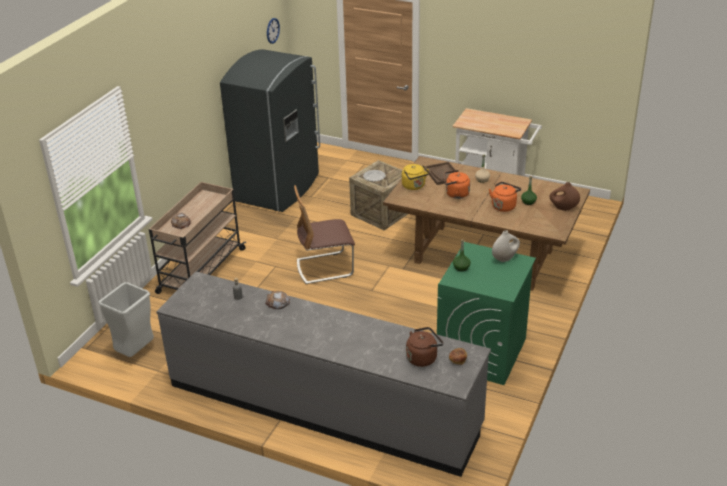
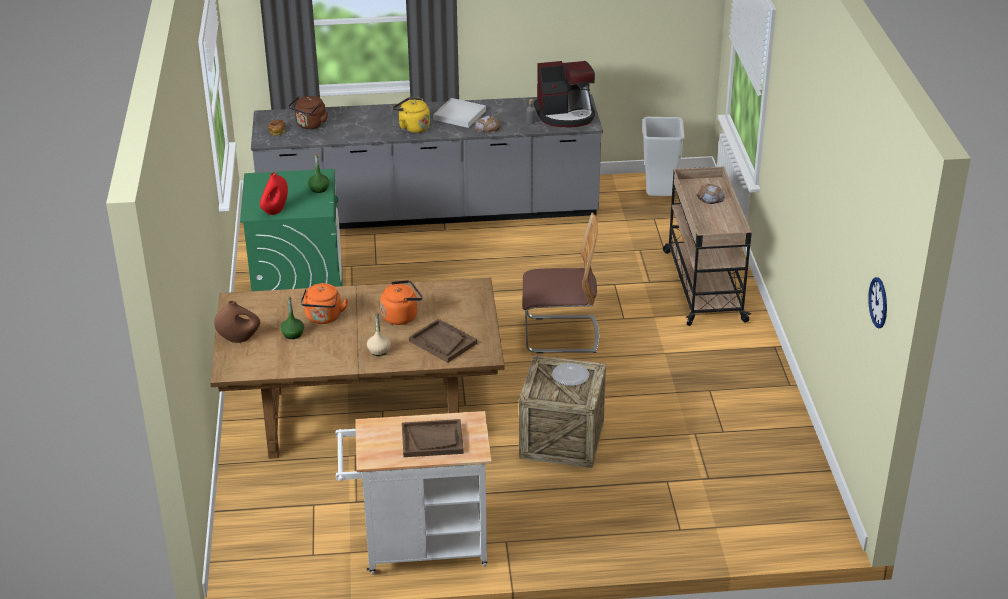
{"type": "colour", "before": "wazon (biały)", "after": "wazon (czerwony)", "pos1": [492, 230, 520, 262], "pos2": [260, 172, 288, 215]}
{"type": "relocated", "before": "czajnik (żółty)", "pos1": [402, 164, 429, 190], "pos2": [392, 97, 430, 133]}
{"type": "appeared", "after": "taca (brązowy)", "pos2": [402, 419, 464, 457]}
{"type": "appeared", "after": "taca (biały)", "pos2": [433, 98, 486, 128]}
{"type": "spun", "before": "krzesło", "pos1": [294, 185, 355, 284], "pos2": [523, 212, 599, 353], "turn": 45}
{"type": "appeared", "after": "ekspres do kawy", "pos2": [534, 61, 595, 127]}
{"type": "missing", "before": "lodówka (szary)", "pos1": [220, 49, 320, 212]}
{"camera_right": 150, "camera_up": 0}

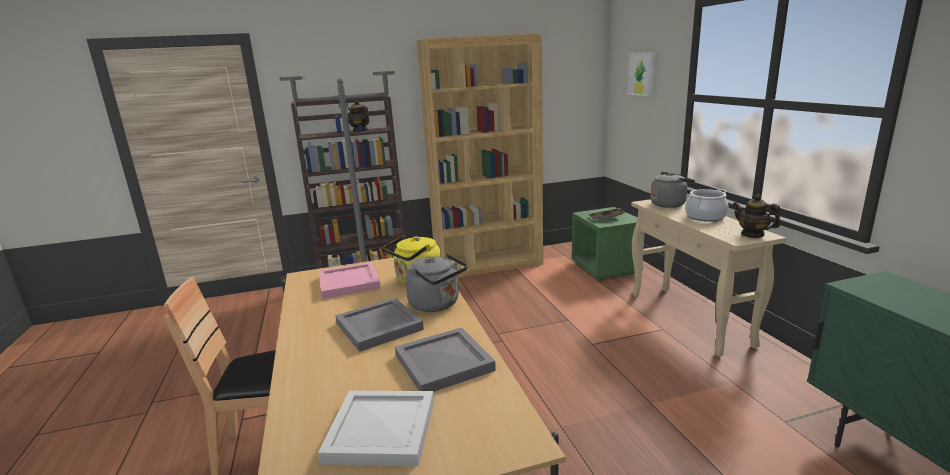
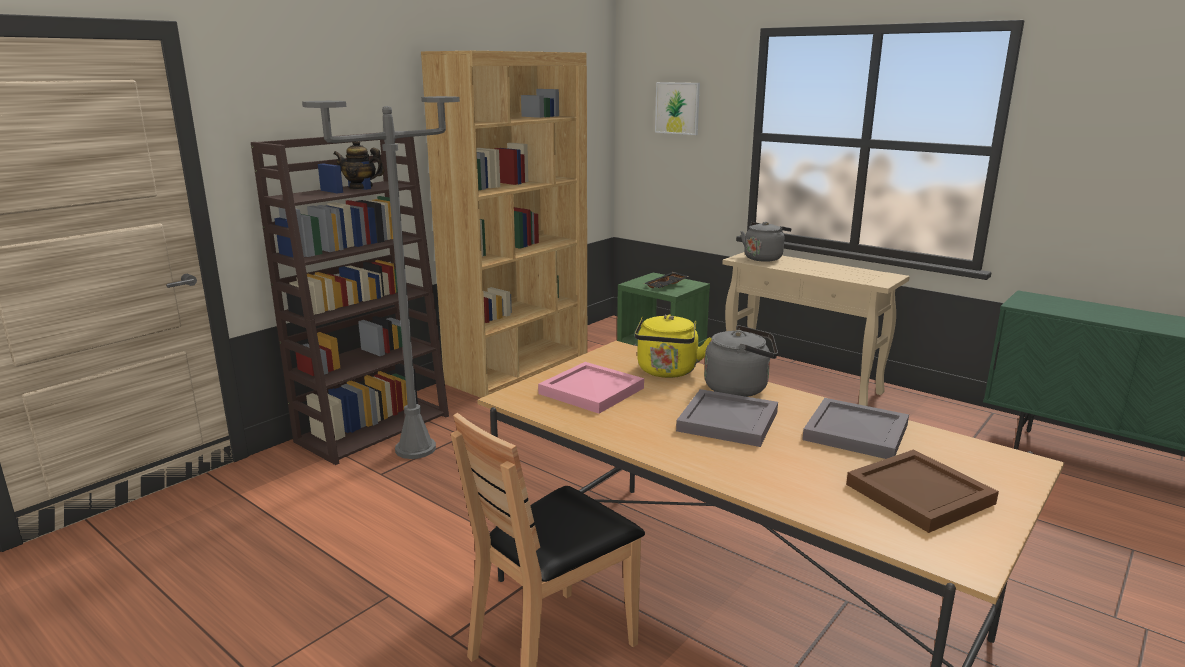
{"type": "colour", "before": "taca (biały)", "after": "taca (brązowy)", "pos1": [318, 391, 434, 466], "pos2": [846, 449, 999, 533]}
{"type": "missing", "before": "garnek", "pos1": [685, 189, 729, 222]}
{"type": "missing", "before": "imbryk", "pos1": [733, 194, 781, 238]}
{"camera_right": -35, "camera_up": 0}

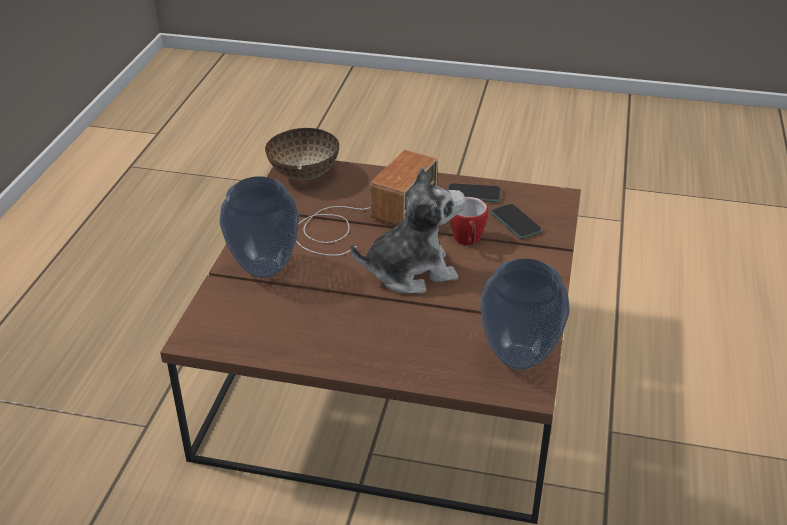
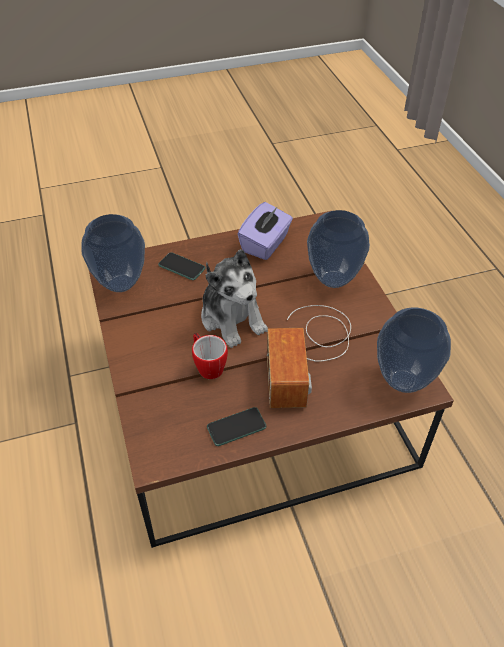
{"type": "relocated", "before": "telefon", "pos1": [491, 204, 542, 239], "pos2": [158, 252, 205, 280]}
{"type": "spun", "before": "pluszak", "pos1": [351, 166, 466, 294], "pos2": [201, 249, 268, 348], "turn": -75}
{"type": "appeared", "after": "pudełko chusteczek (fioletowy)", "pos2": [238, 202, 293, 260]}
{"type": "exchanged", "before": "miska", "after": "wazon", "pos1": [265, 128, 339, 181], "pos2": [377, 308, 451, 393]}
{"camera_right": 150, "camera_up": 10}

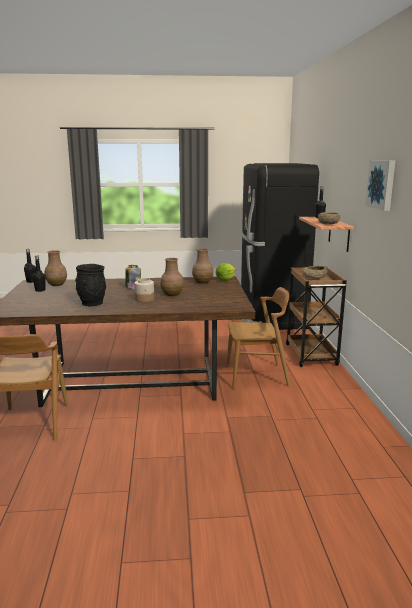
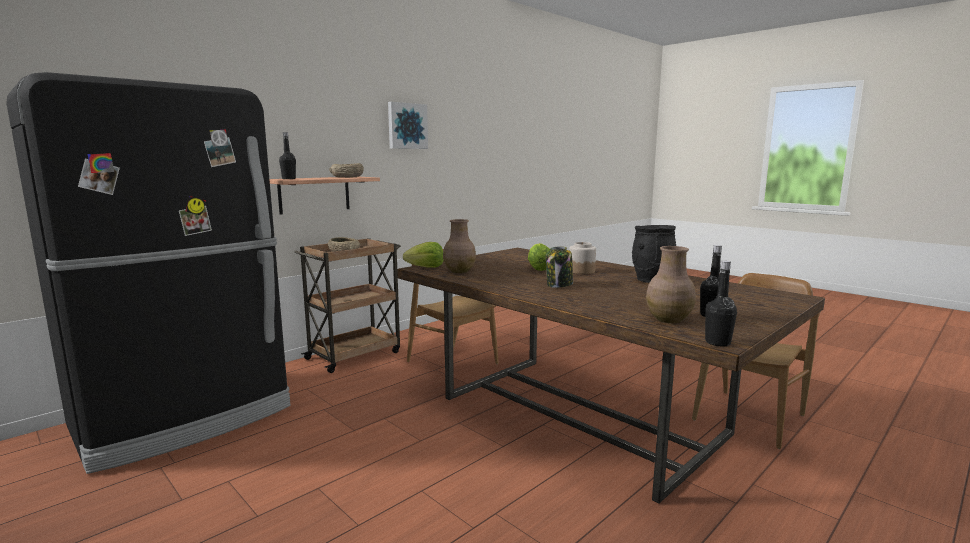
{"type": "exchanged", "before": "wazon (brązowy)", "after": "sałata", "pos1": [160, 258, 184, 296], "pos2": [528, 243, 550, 271]}
{"camera_right": -130, "camera_up": -5}

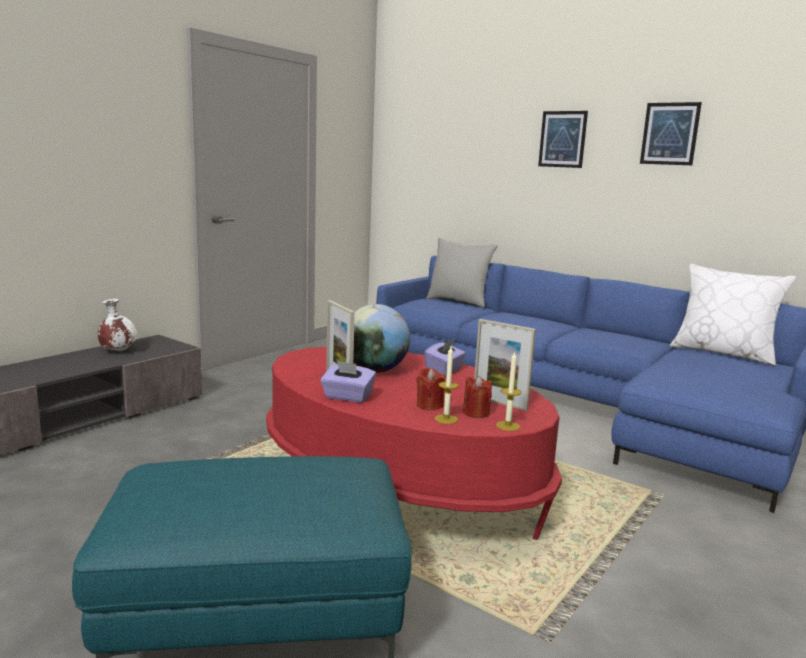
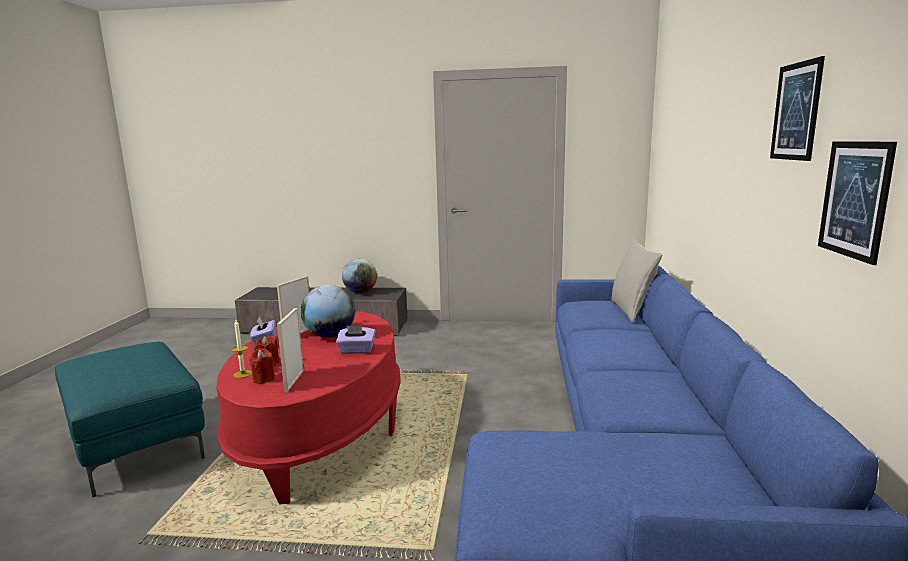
{"type": "exchanged", "before": "wazon (biały)", "after": "globus", "pos1": [98, 299, 137, 351], "pos2": [342, 259, 377, 293]}
{"type": "relocated", "before": "obraz", "pos1": [538, 111, 588, 168], "pos2": [818, 141, 897, 265]}
{"type": "missing", "before": "świeca", "pos1": [496, 351, 522, 431]}
{"type": "missing", "before": "poduszka (biały)", "pos1": [670, 264, 797, 366]}
{"camera_right": 60, "camera_up": 0}

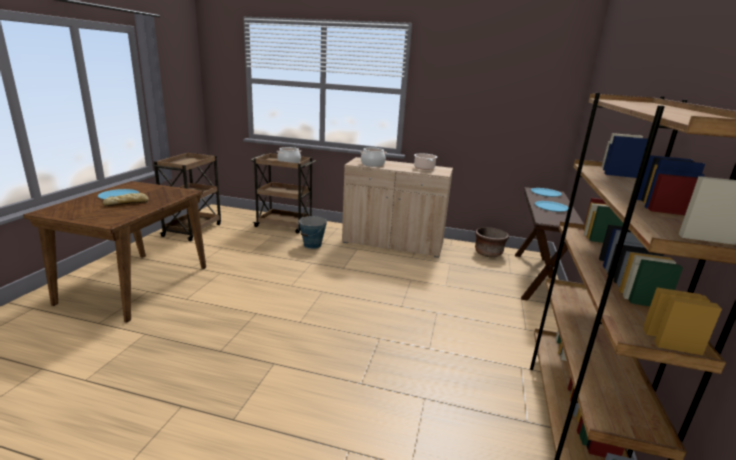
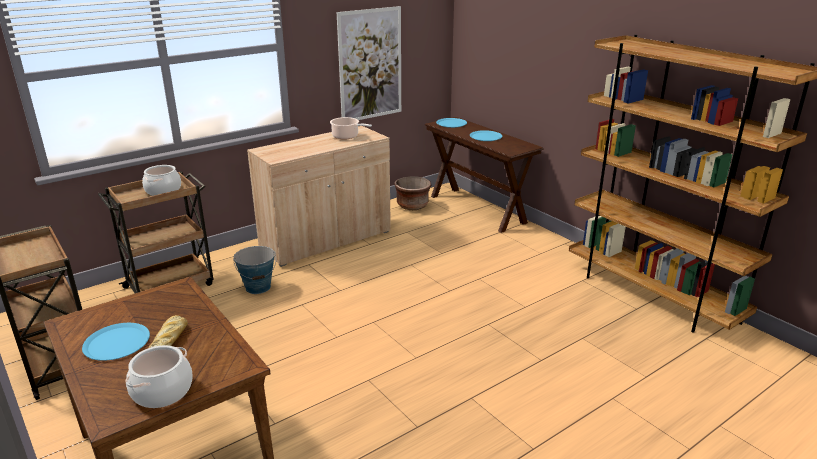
{"type": "relocated", "before": "garnek", "pos1": [360, 148, 387, 167], "pos2": [125, 345, 193, 408]}
{"type": "appeared", "after": "obraz", "pos2": [337, 6, 401, 120]}
{"camera_right": -50, "camera_up": 5}

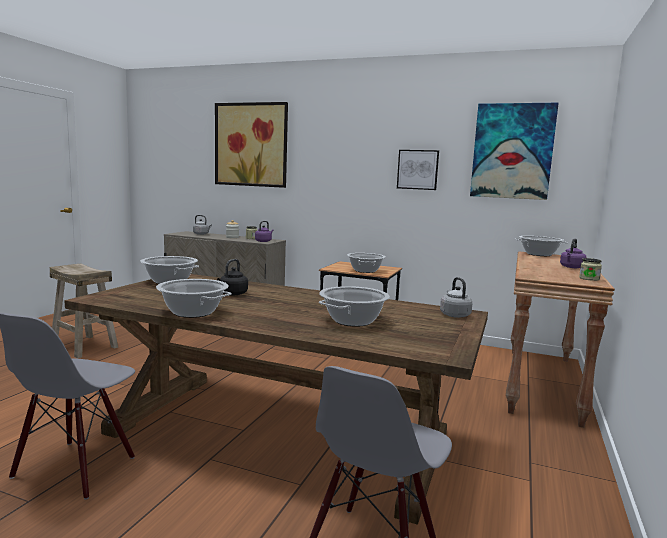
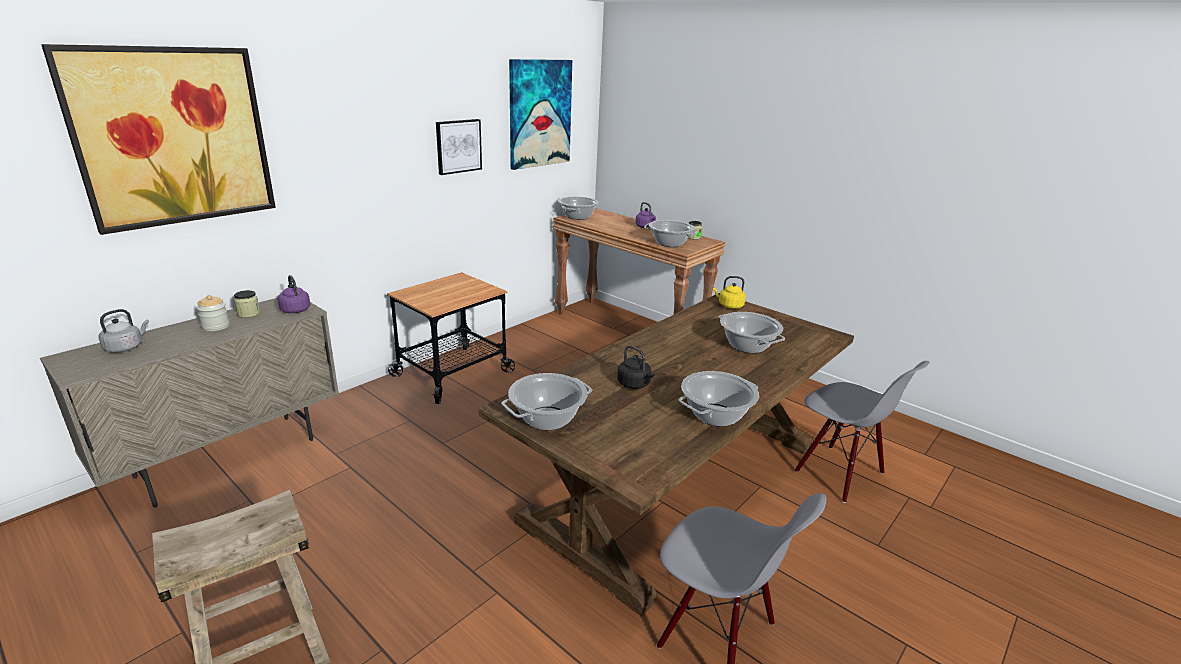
{"type": "relocated", "before": "garnek", "pos1": [347, 253, 386, 273], "pos2": [644, 220, 699, 247]}
{"type": "colour", "before": "czajnik (szary)", "after": "czajnik (żółty)", "pos1": [440, 277, 473, 318], "pos2": [713, 276, 746, 309]}
{"camera_right": -70, "camera_up": 15}

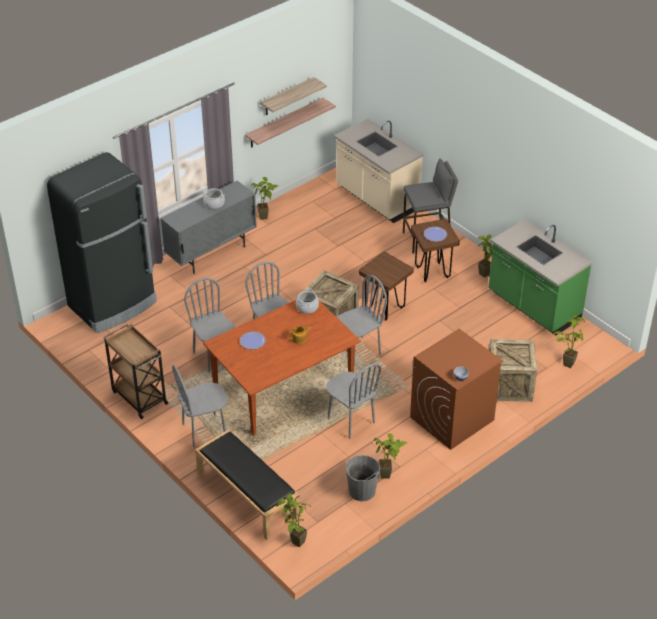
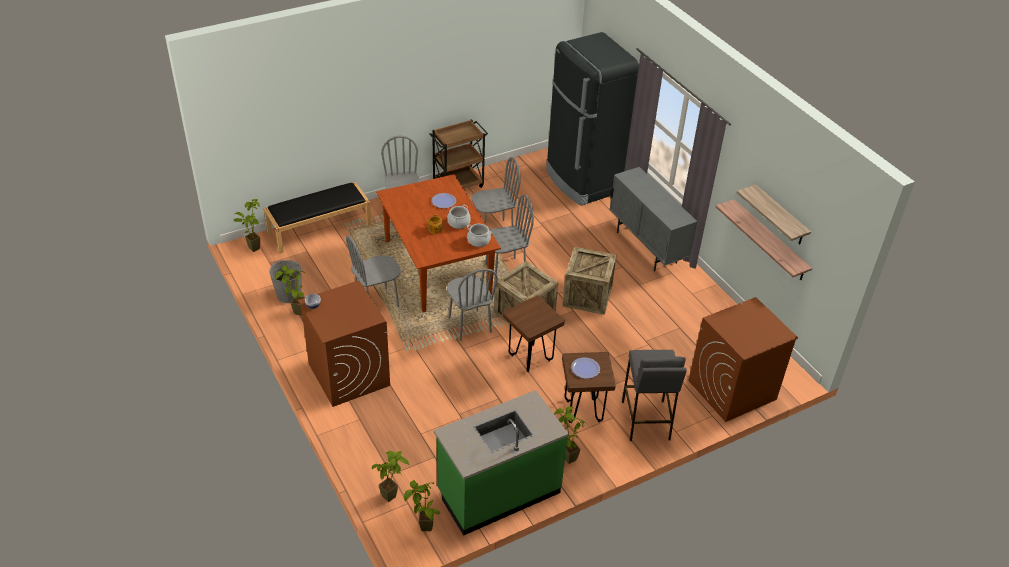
{"type": "relocated", "before": "roślina doniczkowa", "pos1": [251, 177, 278, 220], "pos2": [404, 480, 440, 531]}
{"type": "relocated", "before": "garnek", "pos1": [203, 188, 225, 209], "pos2": [447, 205, 471, 229]}
{"type": "relocated", "before": "skrzynka", "pos1": [489, 339, 537, 402], "pos2": [562, 247, 617, 315]}
{"type": "exchanged", "before": "zabudowa kuchenna (beżowy)", "after": "pralka (brązowy)", "pos1": [334, 119, 423, 223], "pos2": [689, 297, 798, 422]}
{"camera_right": 100, "camera_up": 0}

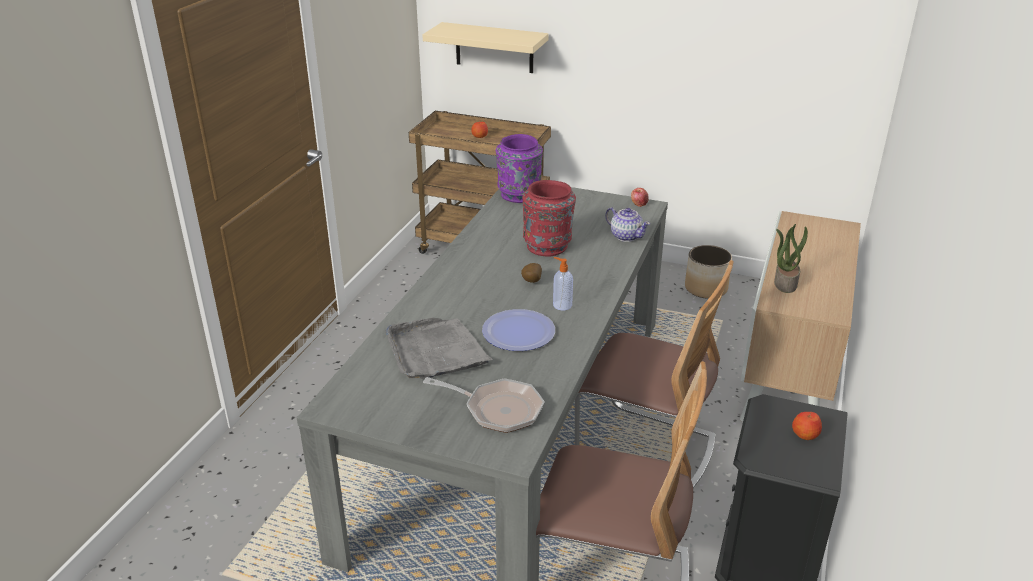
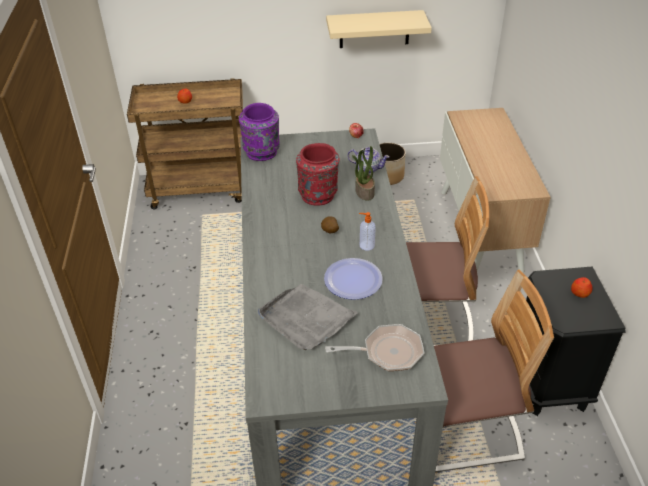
{"type": "relocated", "before": "półka (beżowy)", "pos1": [422, 22, 549, 73], "pos2": [326, 10, 432, 48]}
{"type": "relocated", "before": "roślina doniczkowa", "pos1": [774, 224, 808, 293], "pos2": [352, 146, 375, 201]}
{"camera_right": -25, "camera_up": 10}

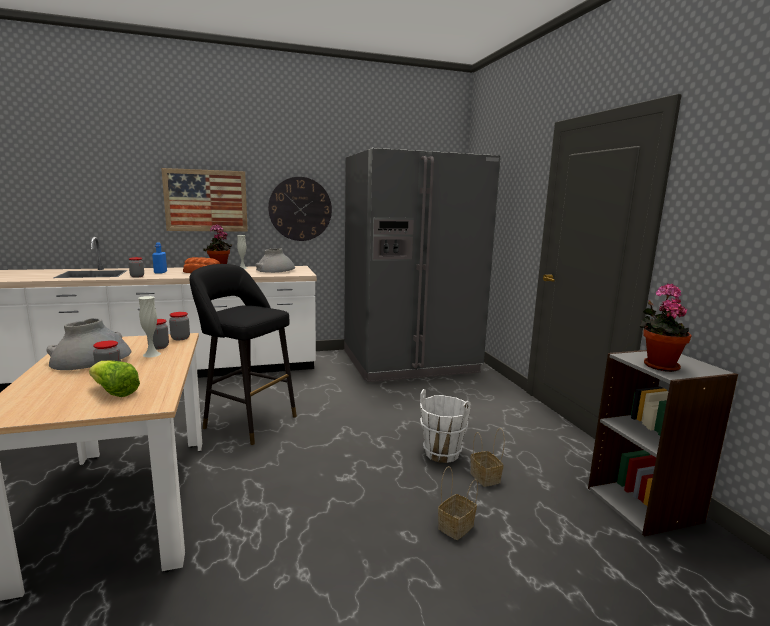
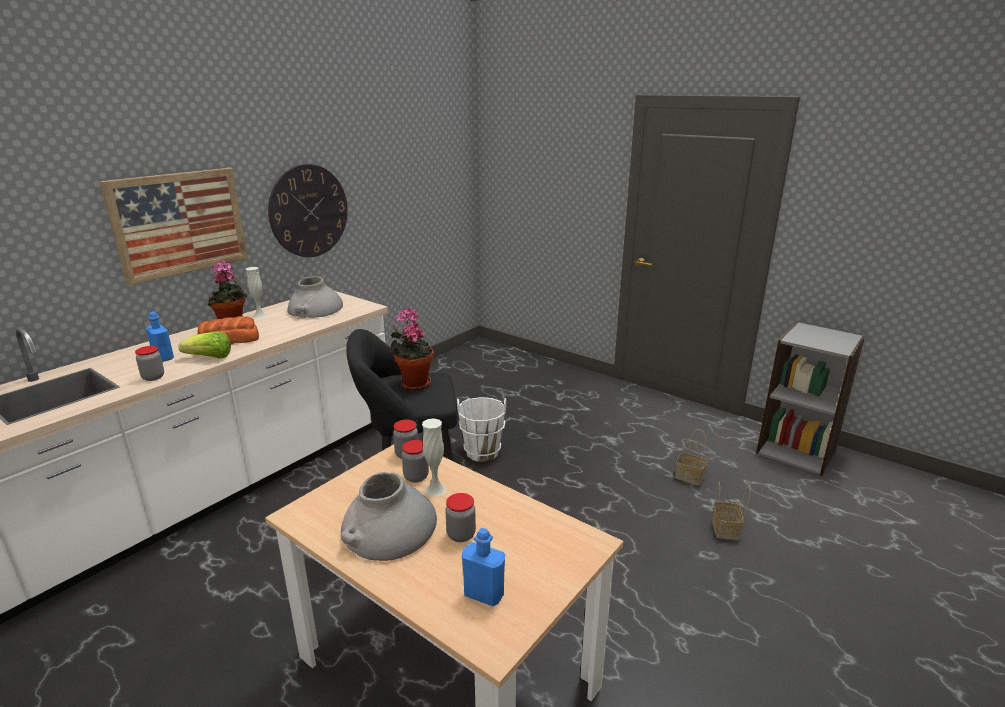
{"type": "relocated", "before": "sałata", "pos1": [89, 360, 140, 397], "pos2": [178, 331, 231, 358]}
{"type": "relocated", "before": "roślina doniczkowa", "pos1": [639, 284, 692, 372], "pos2": [390, 308, 434, 390]}
{"type": "relocated", "before": "wiadro (biały)", "pos1": [420, 389, 471, 463], "pos2": [457, 397, 506, 462]}
{"type": "appeared", "after": "butelka (niebieski)", "pos2": [462, 528, 505, 606]}
{"type": "missing", "before": "lodówka (szary)", "pos1": [344, 148, 501, 382]}
{"camera_right": -35, "camera_up": 10}

